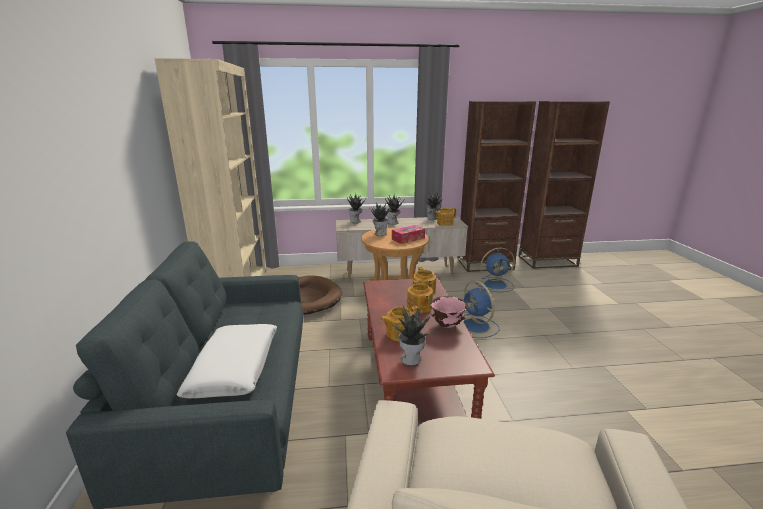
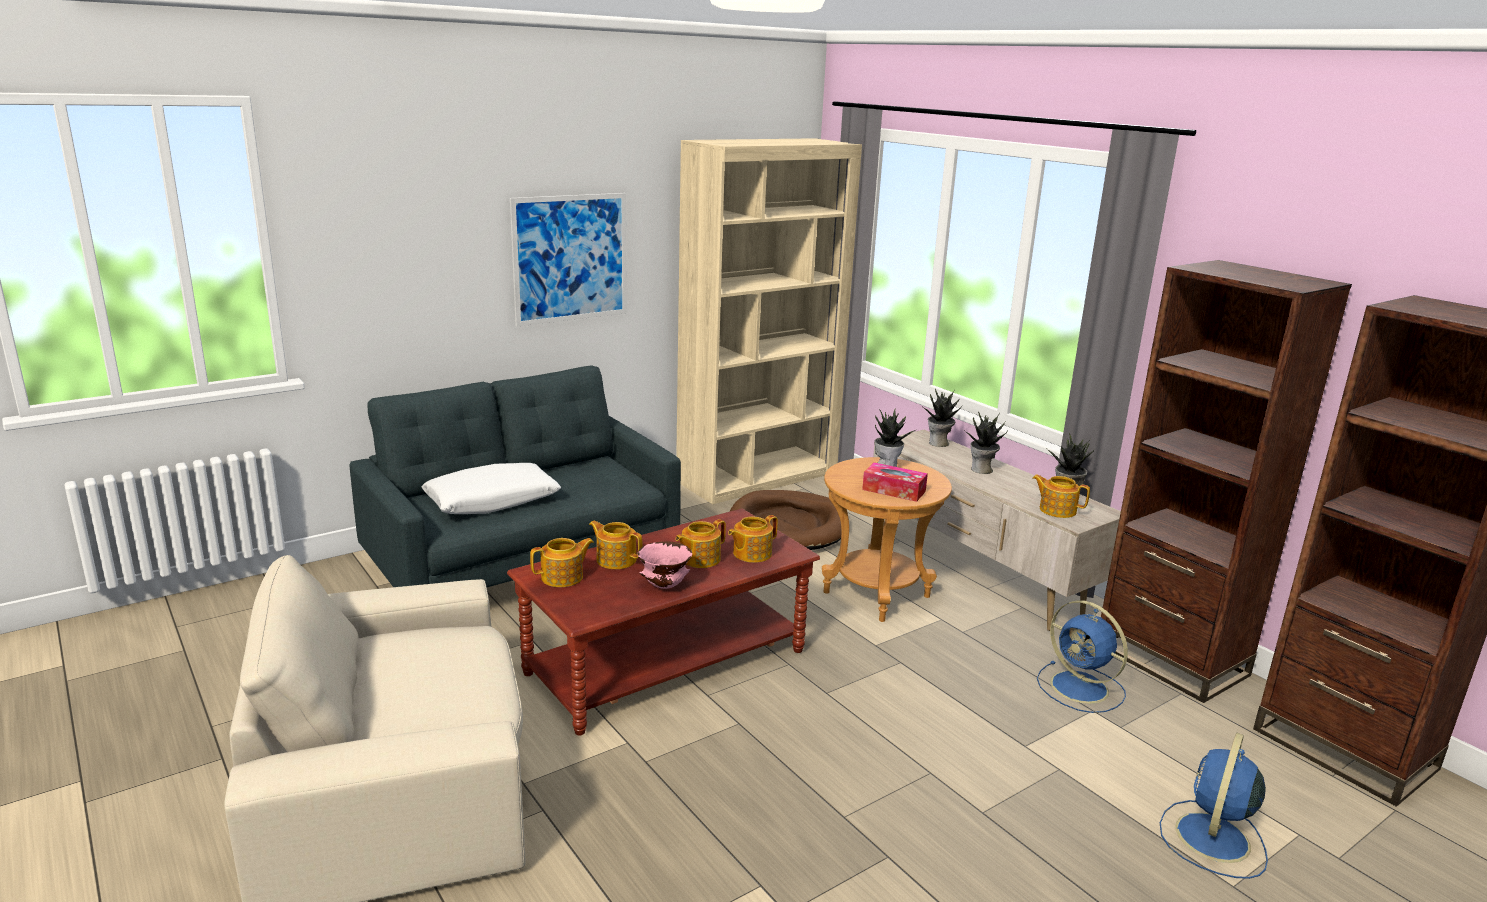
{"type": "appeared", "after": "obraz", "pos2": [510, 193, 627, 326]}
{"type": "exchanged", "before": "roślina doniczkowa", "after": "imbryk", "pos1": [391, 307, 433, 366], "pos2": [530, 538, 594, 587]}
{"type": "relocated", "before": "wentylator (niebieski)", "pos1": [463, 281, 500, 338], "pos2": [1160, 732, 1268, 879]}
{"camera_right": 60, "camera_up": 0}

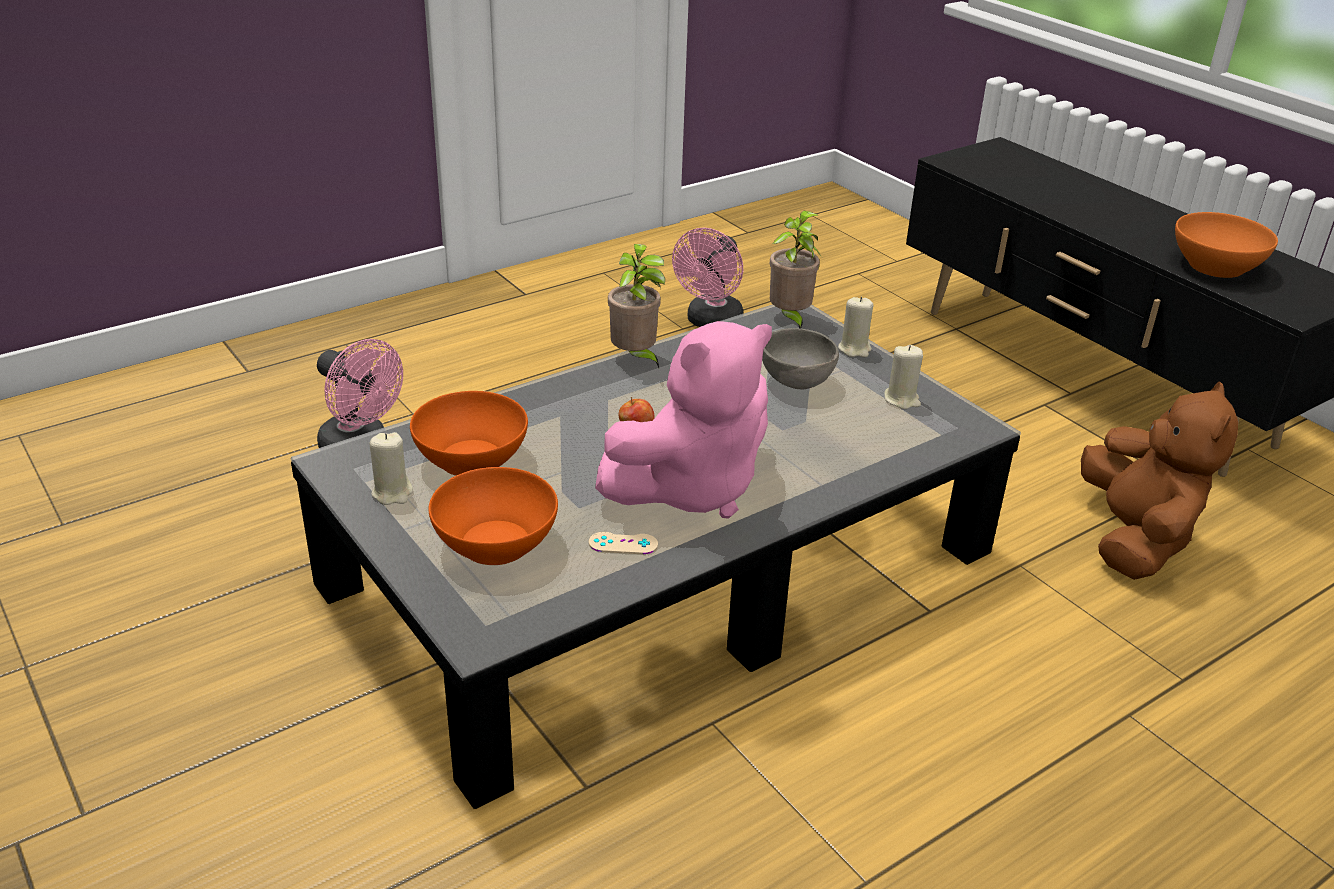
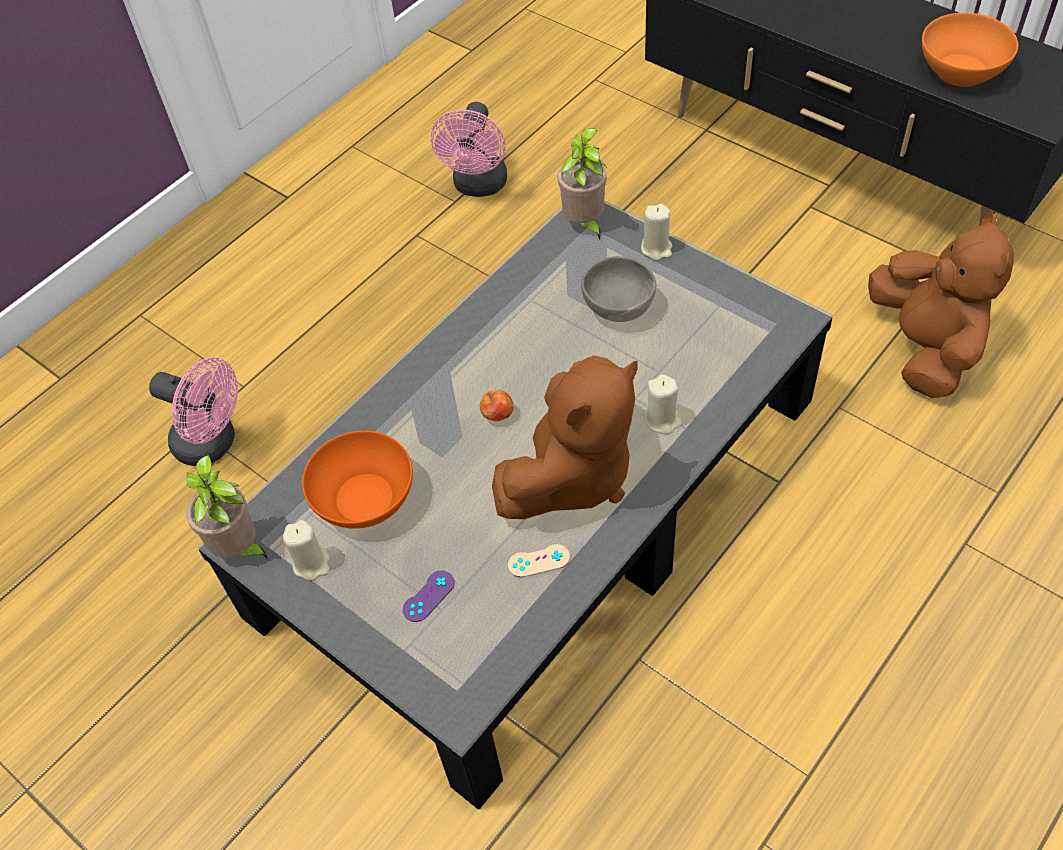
{"type": "relocated", "before": "roślina doniczkowa", "pos1": [608, 244, 665, 368], "pos2": [186, 455, 268, 559]}
{"type": "exchanged", "before": "miska (pomarańczowy)", "after": "pad do gier (fioletowy)", "pos1": [429, 467, 558, 565], "pos2": [403, 571, 455, 622]}
{"type": "colour", "before": "pluszak (różowy)", "after": "pluszak (brązowy)", "pos1": [595, 321, 772, 519], "pos2": [492, 355, 638, 519]}
{"type": "relocated", "before": "świeca (beżowy)", "pos1": [884, 345, 923, 409], "pos2": [643, 375, 682, 434]}
{"camera_right": -10, "camera_up": 20}

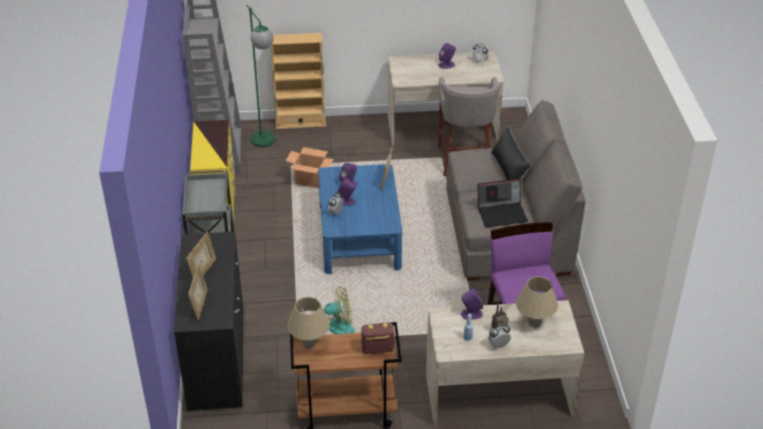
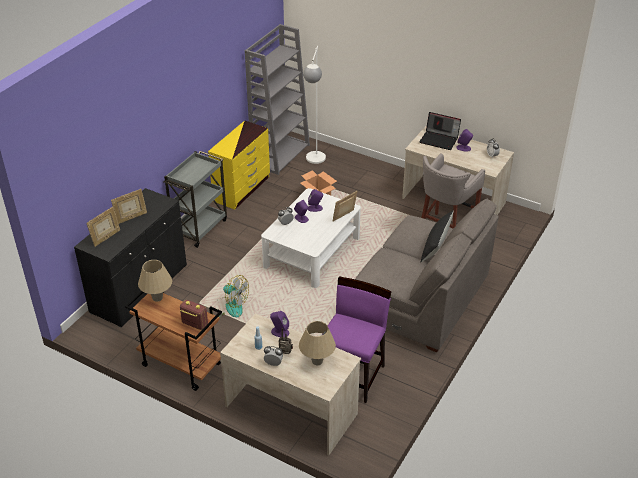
{"type": "colour", "before": "ława (niebieski)", "after": "ława (biały)", "pos1": [318, 164, 402, 274], "pos2": [261, 188, 361, 288]}
{"type": "colour", "before": "lampa stojąca (zielony)", "after": "lampa stojąca (biały)", "pos1": [246, 5, 275, 147], "pos2": [303, 46, 326, 164]}
{"type": "relocated", "before": "laptop", "pos1": [478, 179, 528, 227], "pos2": [419, 112, 461, 150]}
{"type": "missing", "before": "regał (beżowy)", "pos1": [271, 33, 326, 129]}
{"camera_right": 35, "camera_up": 0}

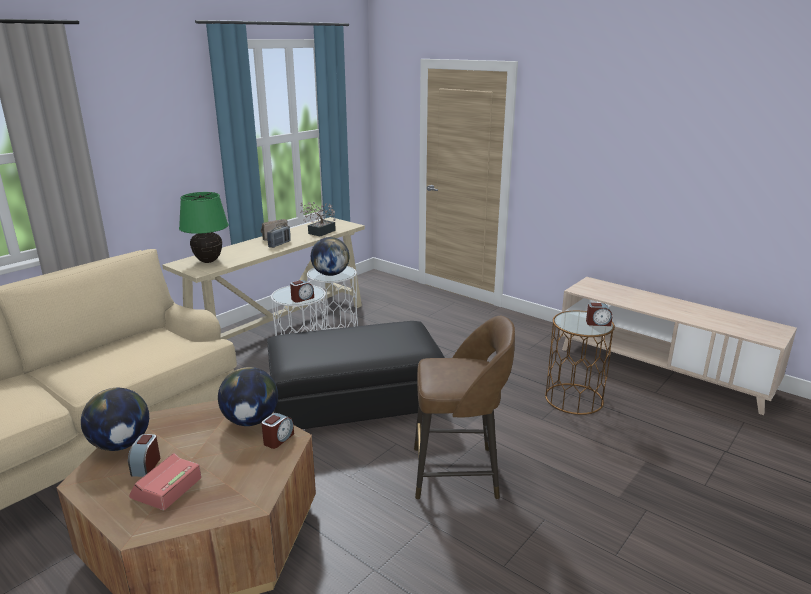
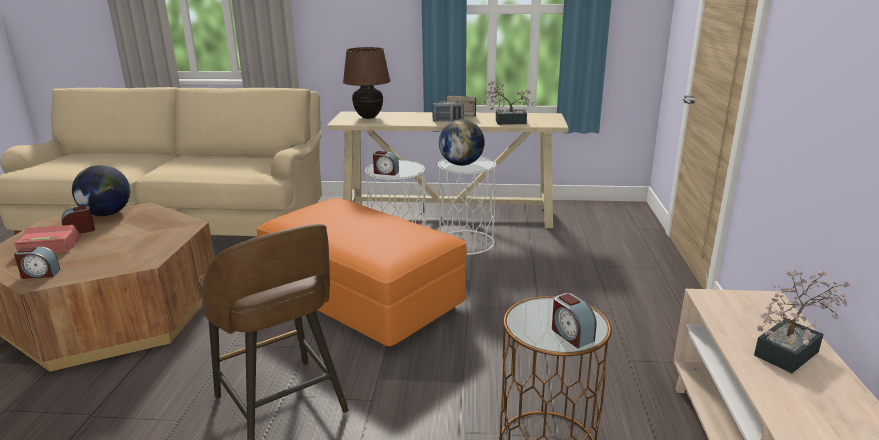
{"type": "relocated", "before": "budzik", "pos1": [262, 413, 294, 449], "pos2": [14, 246, 60, 279]}
{"type": "colour", "before": "pufa (czarny)", "after": "pufa (pomarańczowy)", "pos1": [267, 321, 445, 429], "pos2": [257, 198, 466, 346]}
{"type": "colour", "before": "lampa stołowa (zielony)", "after": "lampa stołowa (brązowy)", "pos1": [179, 192, 229, 263], "pos2": [343, 47, 391, 119]}
{"type": "appeared", "after": "roślina doniczkowa", "pos2": [754, 270, 850, 373]}
{"type": "missing", "before": "globus", "pos1": [218, 367, 278, 426]}
{"camera_right": 55, "camera_up": 0}

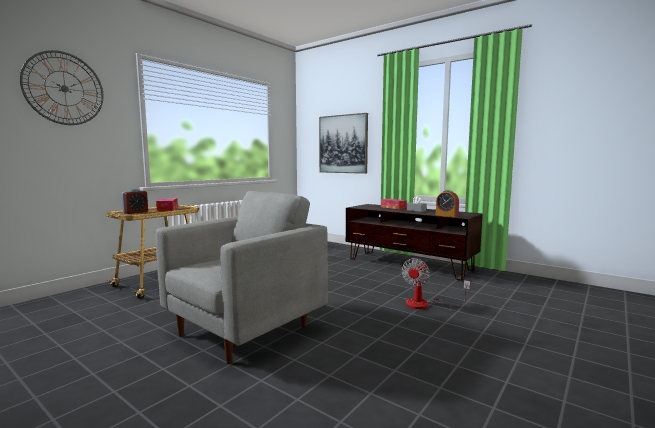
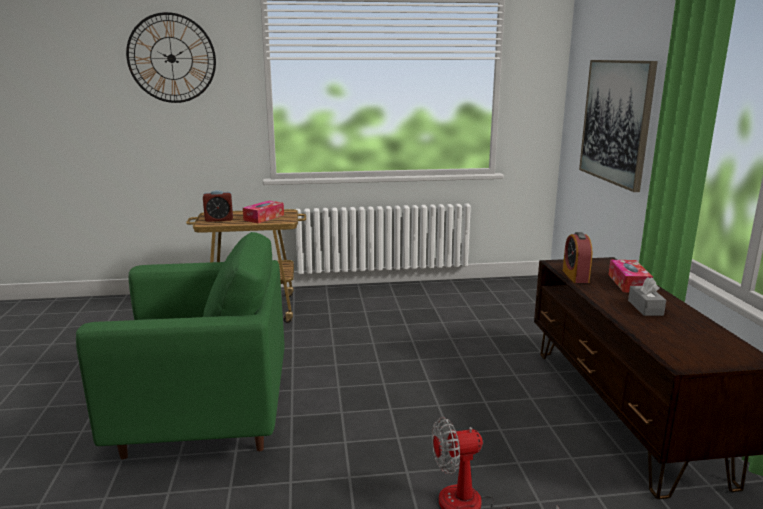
{"type": "colour", "before": "fotel (szary)", "after": "fotel (zielony)", "pos1": [155, 191, 328, 364], "pos2": [76, 232, 285, 459]}
{"type": "relocated", "before": "budzik", "pos1": [436, 190, 459, 217], "pos2": [563, 232, 592, 283]}
{"camera_right": 45, "camera_up": 10}

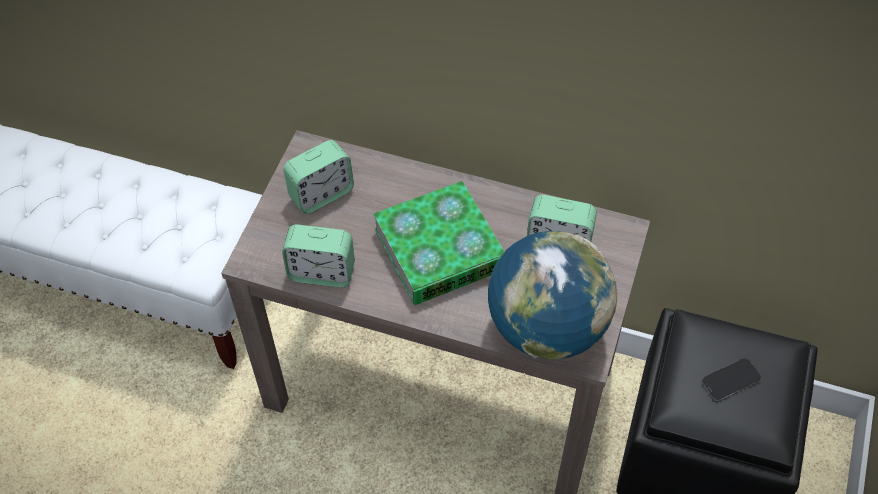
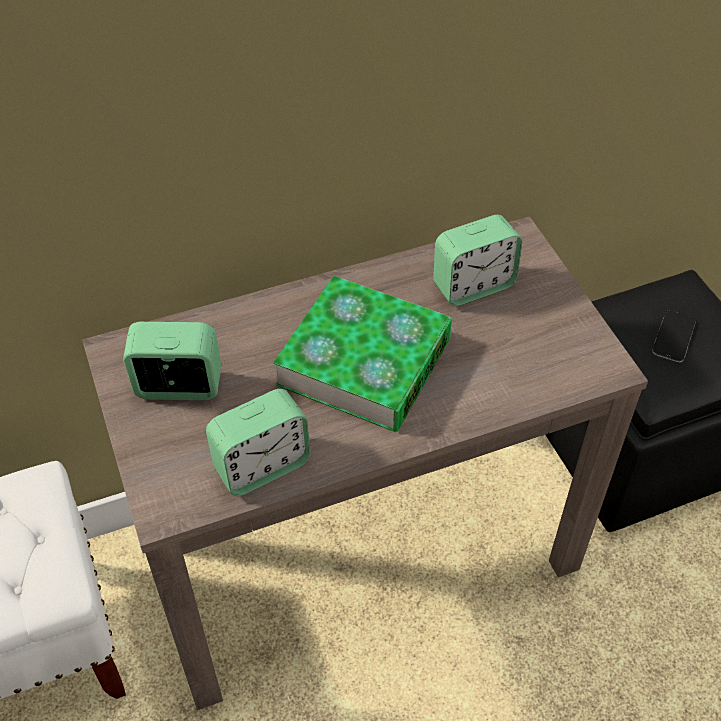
{"type": "spun", "before": "budzik", "pos1": [283, 140, 354, 214], "pos2": [123, 322, 221, 400], "turn": -105}
{"type": "missing", "before": "globus", "pos1": [488, 231, 617, 360]}
{"camera_right": -40, "camera_up": -5}

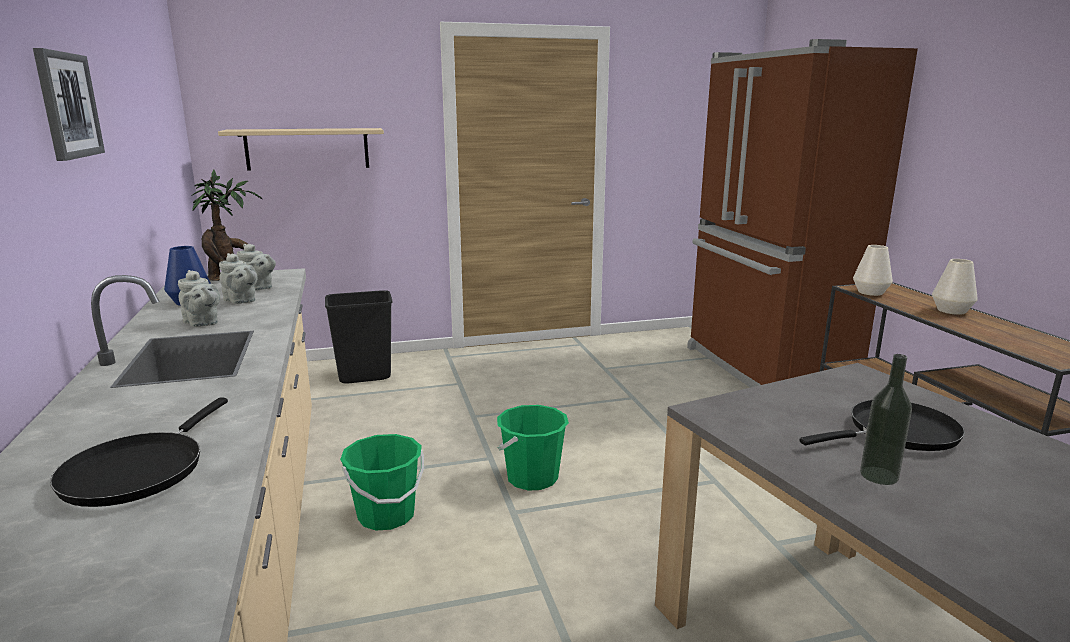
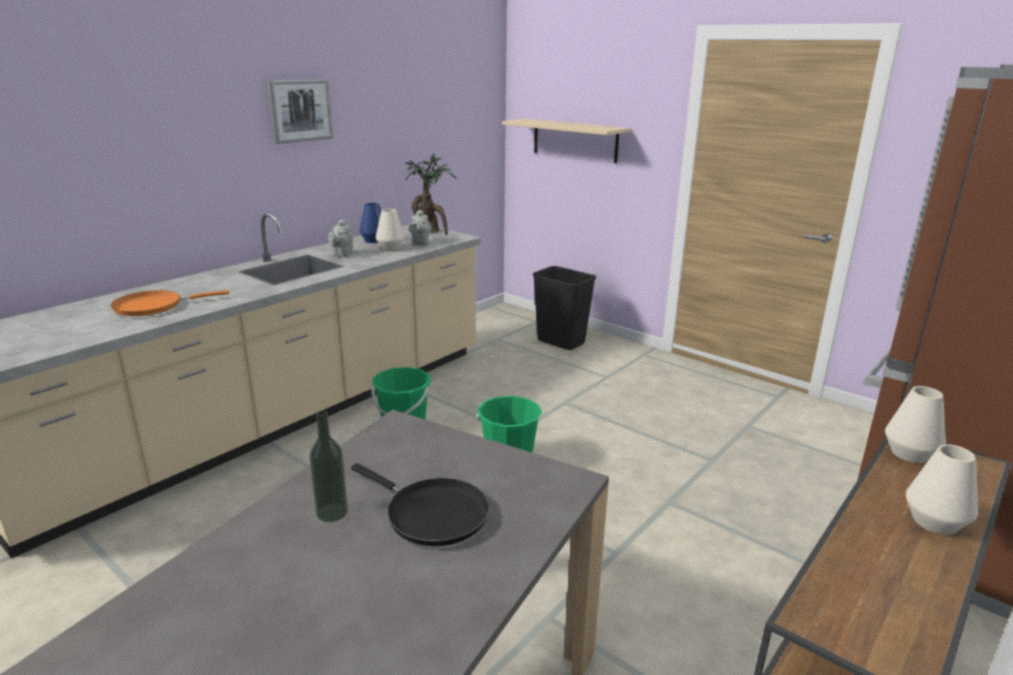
{"type": "colour", "before": "patelnia (czarny)", "after": "patelnia (pomarańczowy)", "pos1": [50, 397, 228, 507], "pos2": [111, 290, 229, 316]}
{"type": "exchanged", "before": "imbryk (szary)", "after": "wazon (biały)", "pos1": [219, 253, 257, 304], "pos2": [376, 209, 405, 251]}
{"camera_right": 55, "camera_up": 5}

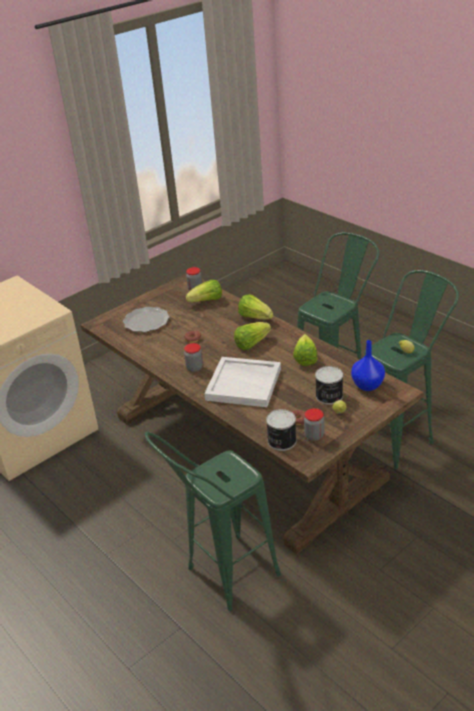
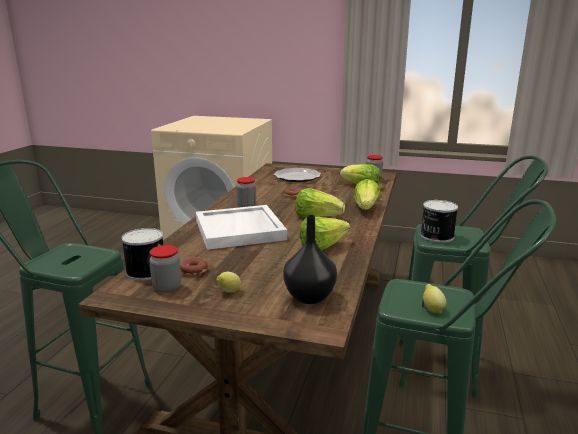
{"type": "colour", "before": "wazon (niebieski)", "after": "wazon (czarny)", "pos1": [351, 340, 385, 391], "pos2": [283, 215, 337, 304]}
{"type": "relocated", "before": "puszka", "pos1": [315, 366, 343, 405], "pos2": [420, 200, 458, 243]}
{"camera_right": 55, "camera_up": -15}

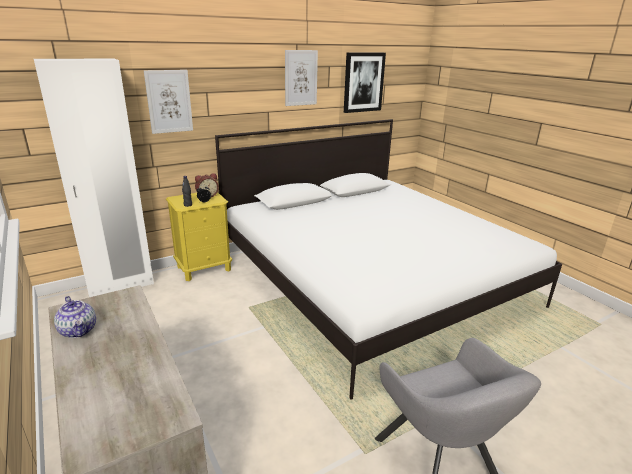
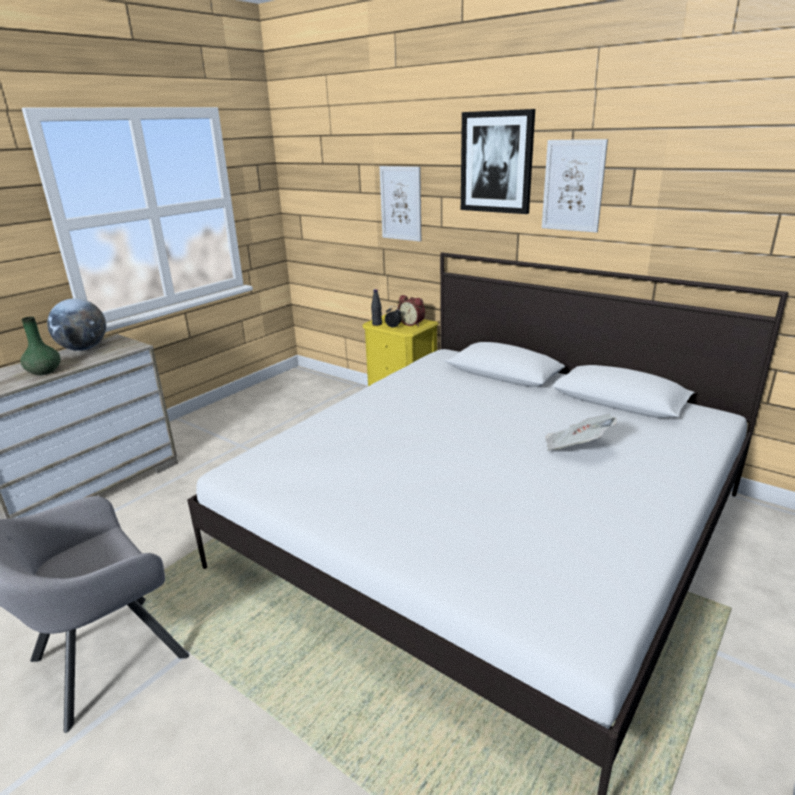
{"type": "appeared", "after": "wazon (zielony)", "pos2": [20, 317, 61, 375]}
{"type": "exchanged", "before": "imbryk", "after": "globus", "pos1": [54, 296, 96, 338], "pos2": [47, 298, 106, 351]}
{"type": "relocated", "before": "obraz", "pos1": [344, 52, 386, 113], "pos2": [461, 109, 535, 214]}
{"type": "appeared", "after": "gazeta", "pos2": [546, 414, 617, 451]}
{"type": "missing", "before": "szafa (biały)", "pos1": [34, 59, 154, 297]}
{"camera_right": 70, "camera_up": 0}

